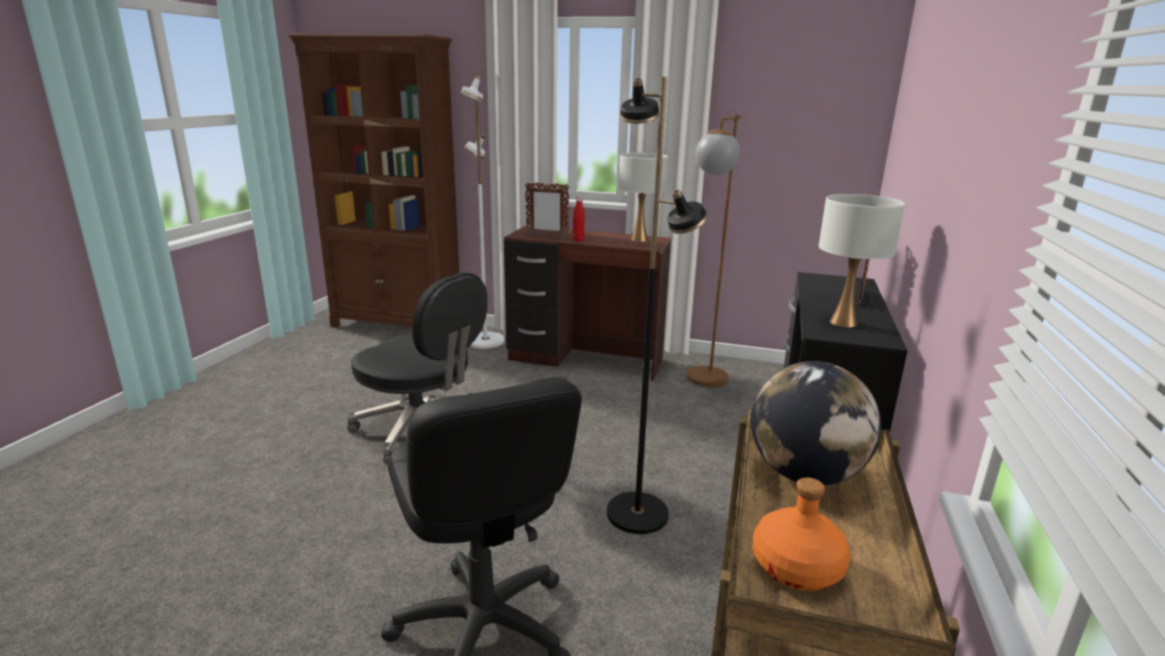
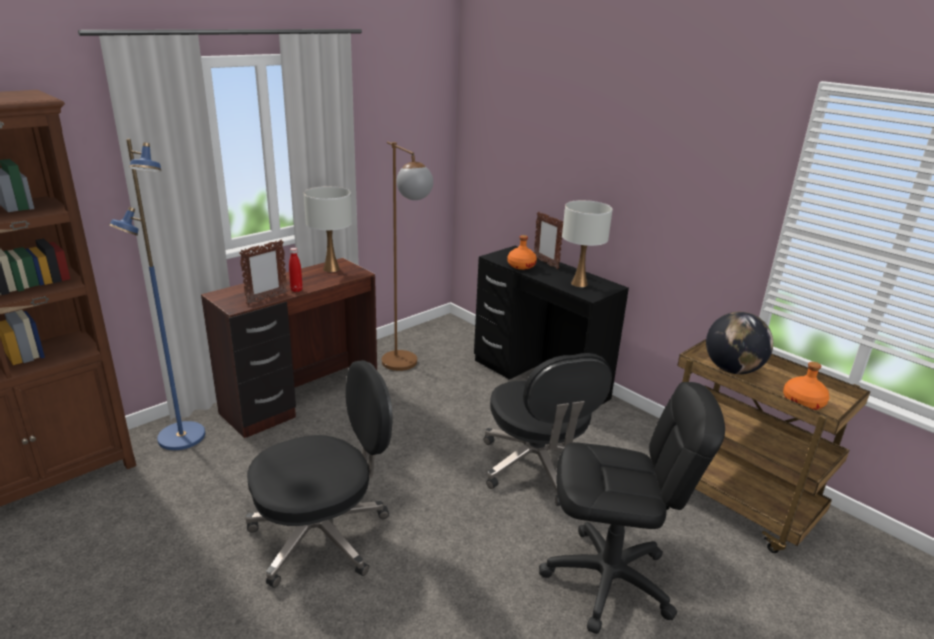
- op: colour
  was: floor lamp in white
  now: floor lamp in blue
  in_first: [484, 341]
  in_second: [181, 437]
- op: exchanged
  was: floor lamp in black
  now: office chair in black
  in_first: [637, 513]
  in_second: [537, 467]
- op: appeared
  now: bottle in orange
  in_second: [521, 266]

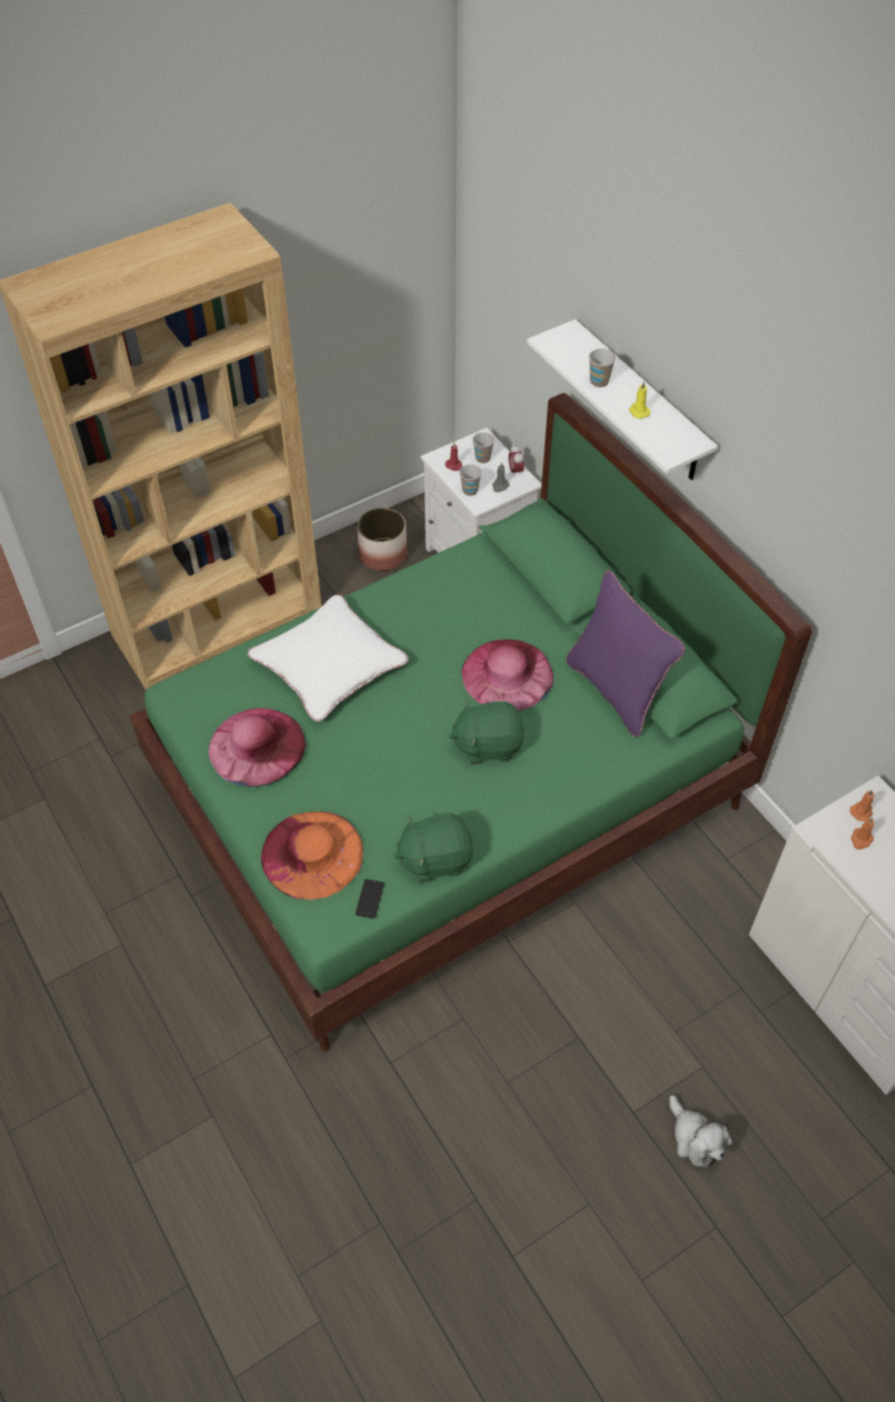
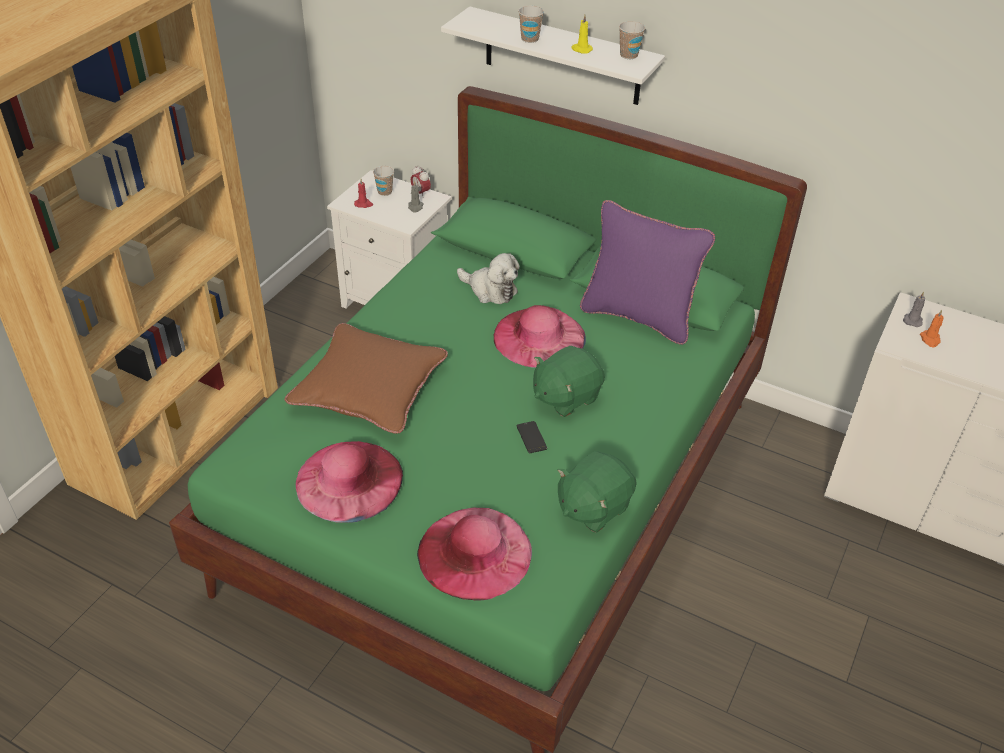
- op: colour
  was: pillow in white
  now: pillow in brown
  in_first: [329, 665]
  in_second: [369, 387]
- op: colour
  was: hat in orange
  now: hat in pink
  in_first: [312, 854]
  in_second: [475, 552]
- op: relocated
  was: phone
  in_first: [369, 899]
  in_second: [531, 437]
- op: missing
  was: planter
  in_first: [383, 554]
- op: relocated
  was: cup
  in_first: [470, 491]
  in_second: [629, 55]
- op: relocated
  was: plush toy
  in_first: [695, 1138]
  in_second: [490, 290]
- op: colour
  was: candle in orange
  now: candle in grey
  in_first: [861, 811]
  in_second: [912, 320]

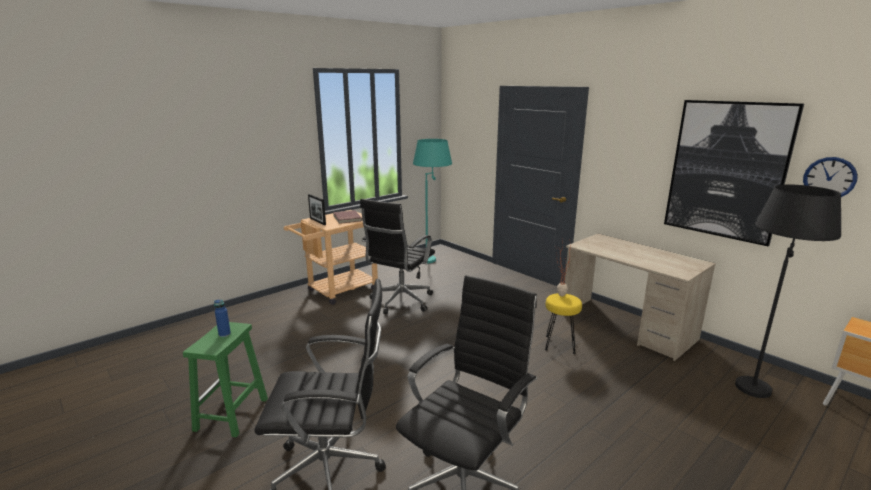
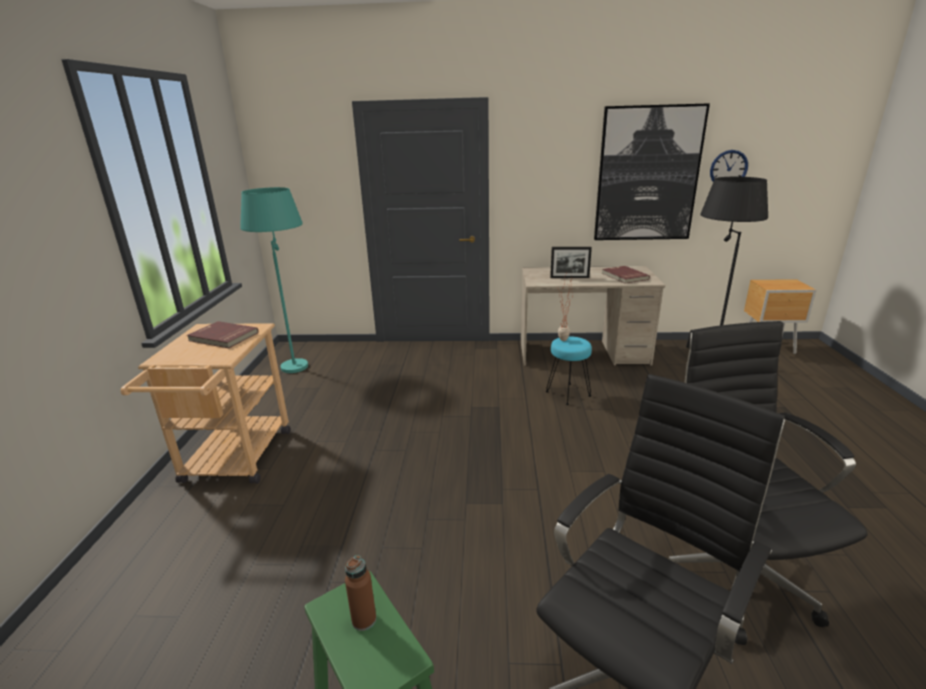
- op: colour
  was: bottle in blue
  now: bottle in brown
  in_first: [224, 334]
  in_second: [364, 620]
- op: relocated
  was: picture frame
  in_first: [317, 221]
  in_second: [569, 277]
- op: missing
  was: office chair in black
  in_first: [400, 302]
- op: colour
  was: stool in yellow
  now: stool in turquoise
  in_first: [559, 344]
  in_second: [567, 394]
- op: appeared
  now: book in red
  in_second: [624, 276]

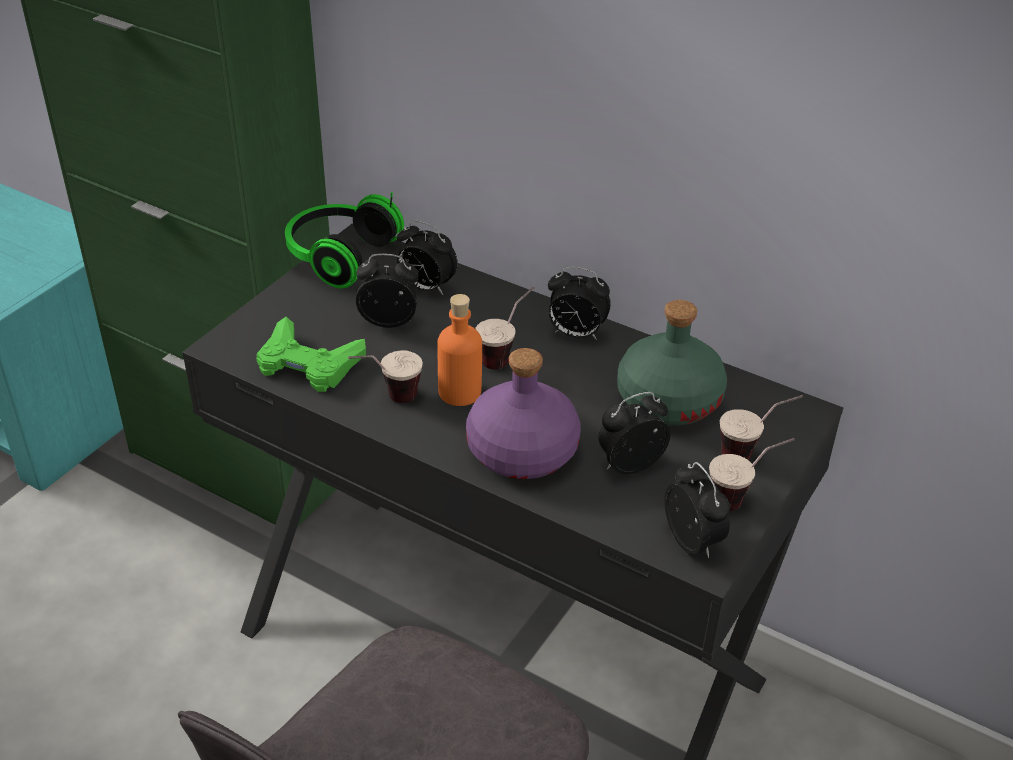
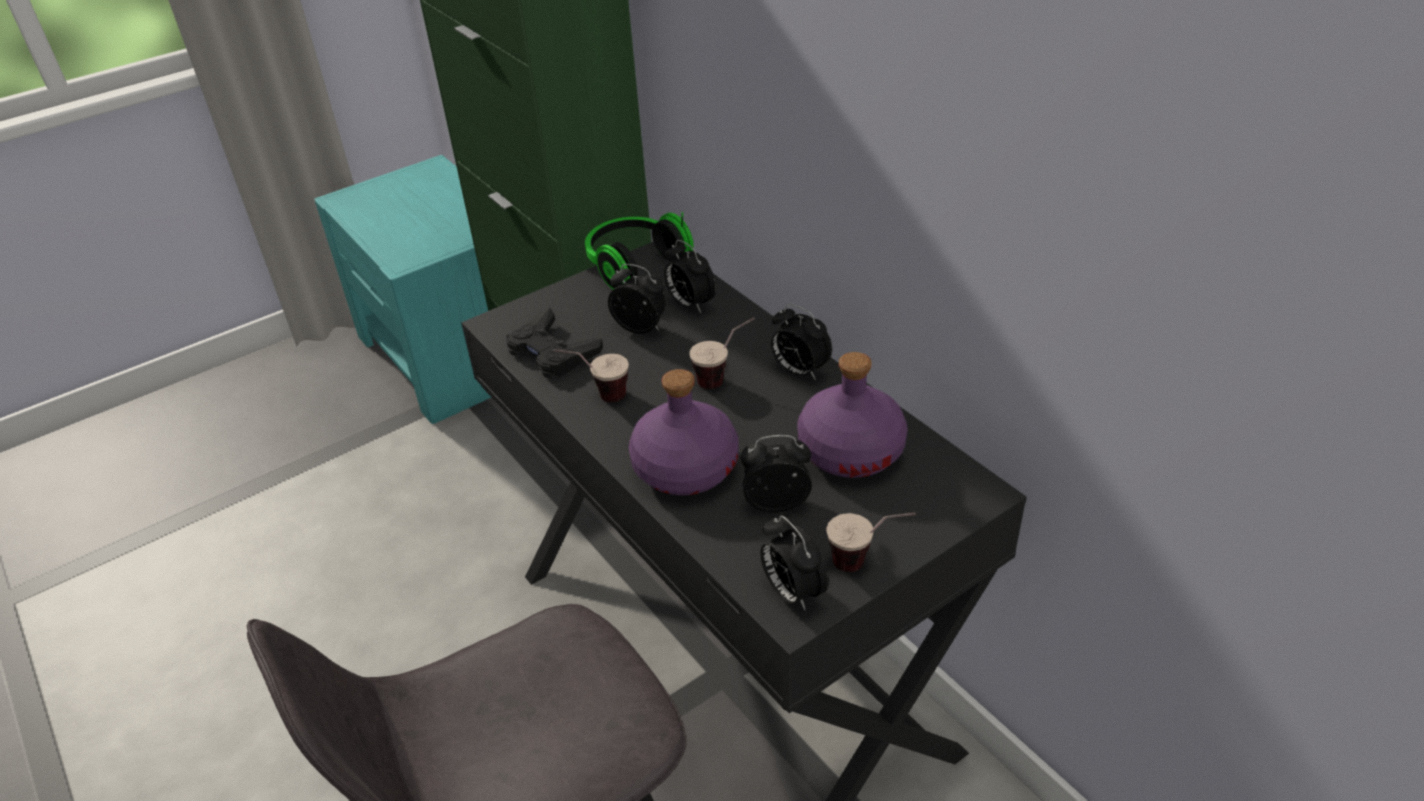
- op: colour
  was: game controller in green
  now: game controller in black
  in_first: [308, 364]
  in_second: [552, 352]
- op: missing
  was: bottle in orange
  in_first: [460, 392]
- op: colour
  was: bottle in green
  now: bottle in purple
  in_first: [668, 399]
  in_second: [850, 450]
- op: spun
  was: alarm clock
  in_first: [693, 542]
  in_second: [792, 592]
  clockwise: 150
- op: missing
  was: cup
  in_first: [753, 453]

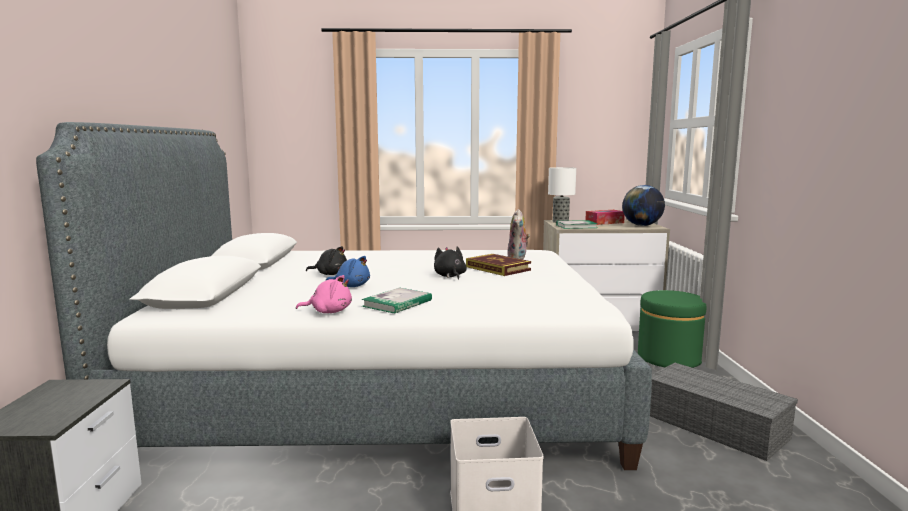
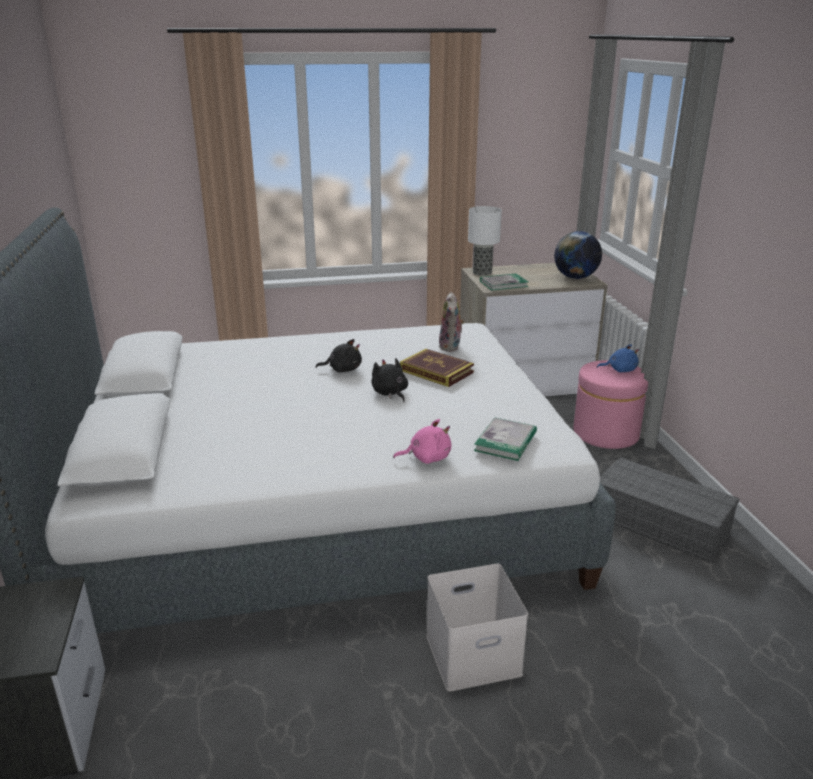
- op: relocated
  was: plush toy in pink
  in_first: [329, 312]
  in_second: [427, 458]
- op: relocated
  was: plush toy in black
  in_first: [330, 274]
  in_second: [342, 369]
- op: relocated
  was: plush toy in blue
  in_first: [351, 286]
  in_second: [620, 370]
- op: relocated
  was: book
  in_first: [397, 303]
  in_second: [505, 441]
- op: missing
  was: tissue box
  in_first: [604, 222]
- op: colour
  was: ottoman in green
  now: ottoman in pink
  in_first: [669, 358]
  in_second: [606, 433]

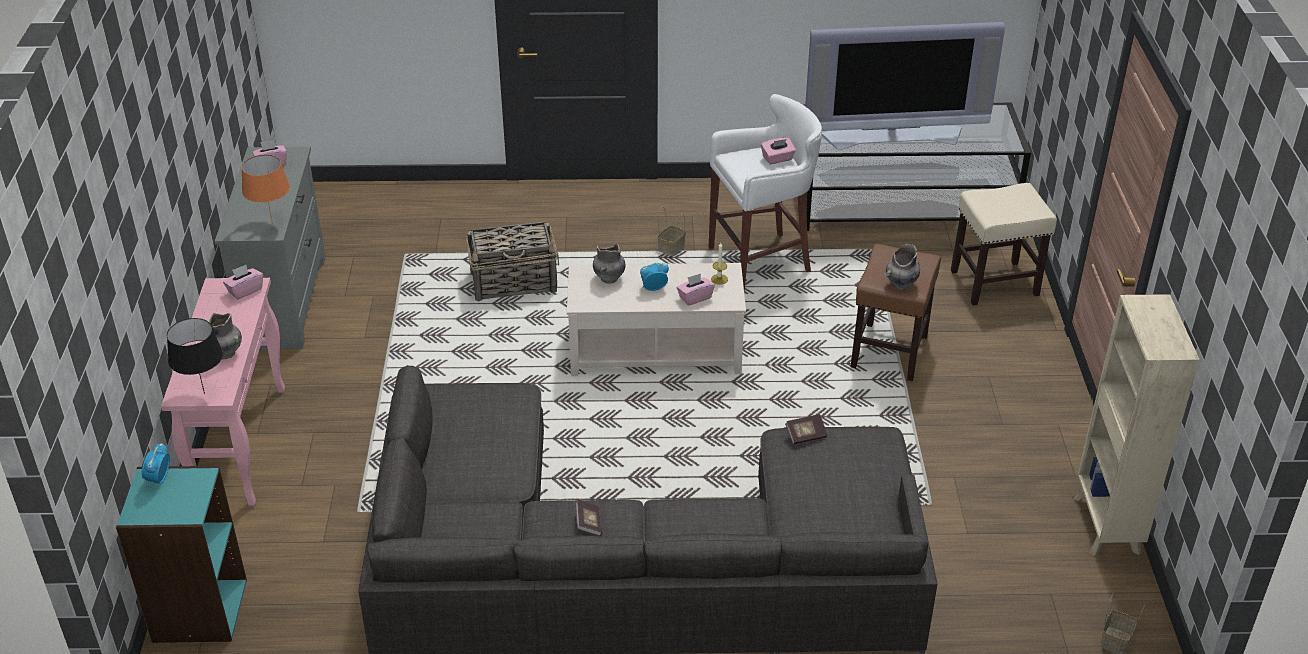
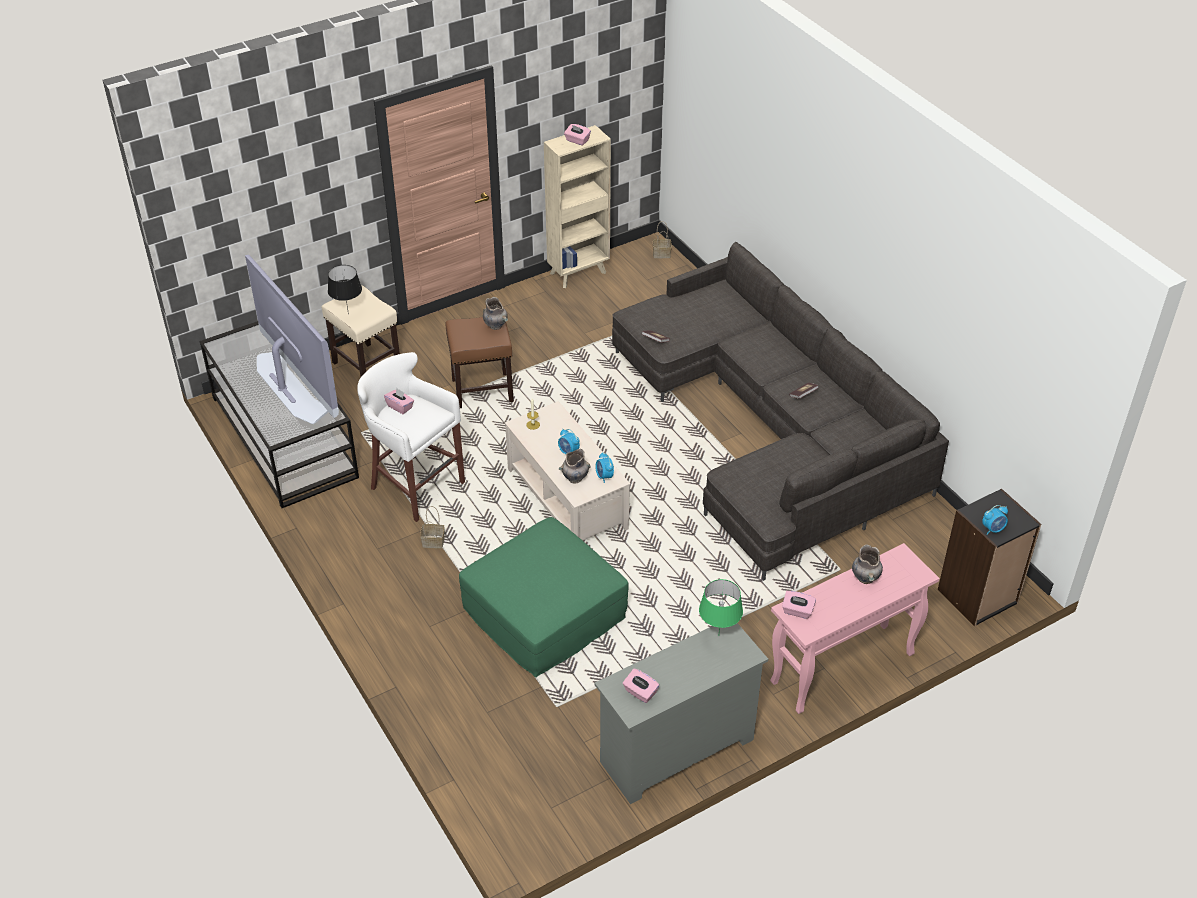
- op: colour
  was: bookcase in turquoise
  now: bookcase in black
  in_first: [199, 610]
  in_second: [978, 597]
- op: relocated
  was: table lamp in black
  in_first: [205, 393]
  in_second: [348, 314]
- op: colour
  was: table lamp in orange
  now: table lamp in green
  in_first: [272, 223]
  in_second: [718, 636]
- op: exchanged
  was: basket
  now: ottoman in green
  in_first: [515, 283]
  in_second: [544, 614]
- op: relocated
  was: tissue box in pink
  in_first: [695, 297]
  in_second: [577, 141]
- op: appeared
  now: alarm clock
  in_second: [604, 476]

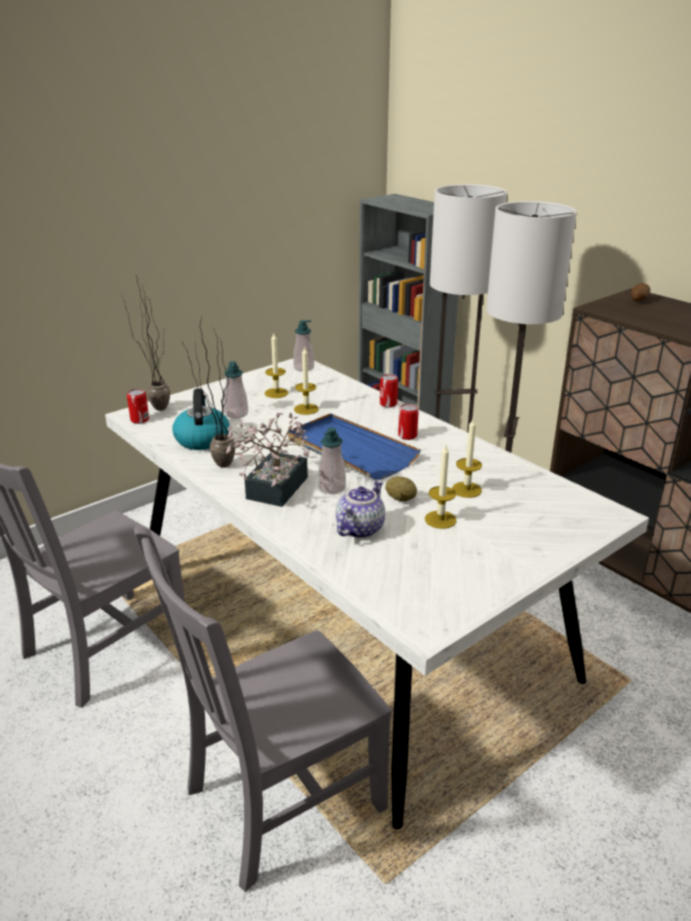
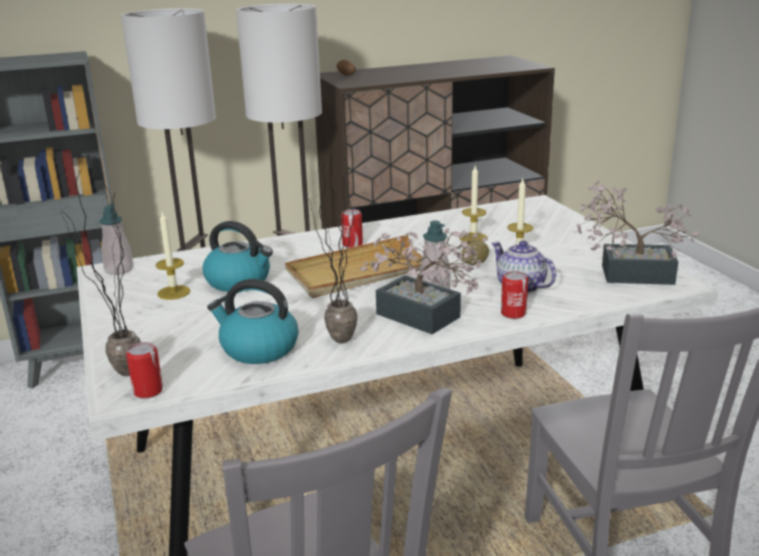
- op: missing
  was: soap dispenser
  in_first: [236, 414]
- op: colour
  was: tray in blue
  now: tray in beige
  in_first: [350, 450]
  in_second: [362, 272]
- op: exchanged
  was: candle
  now: kettle
  in_first: [306, 409]
  in_second: [239, 281]
- op: relocated
  was: can
  in_first: [388, 404]
  in_second: [513, 313]
- op: appeared
  now: potted plant
  in_second: [627, 274]

